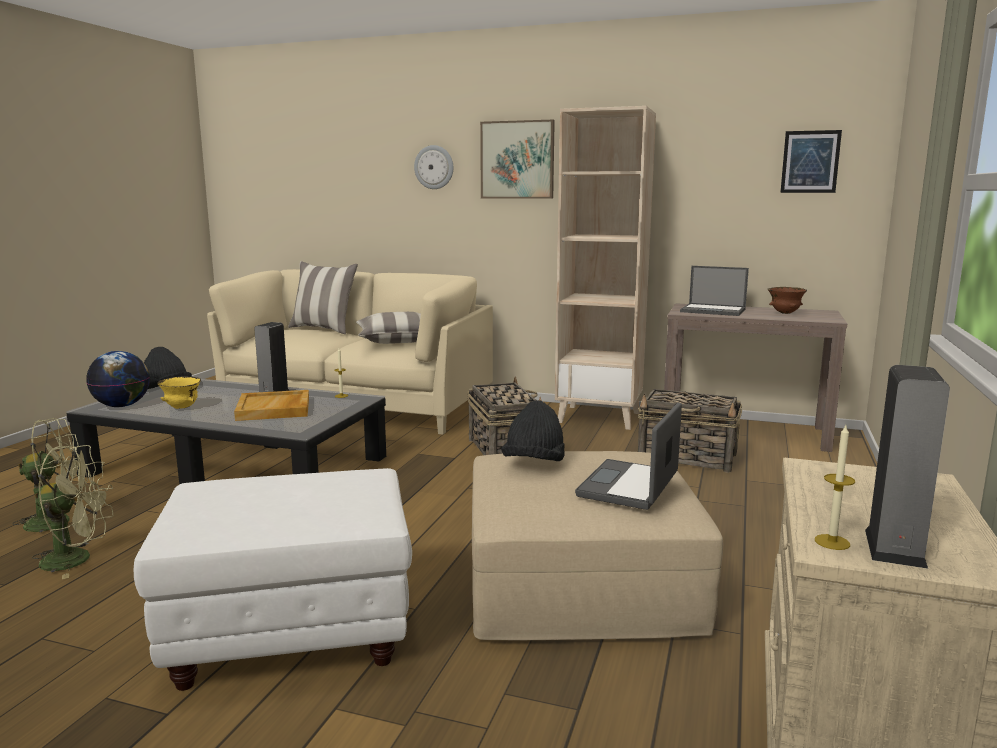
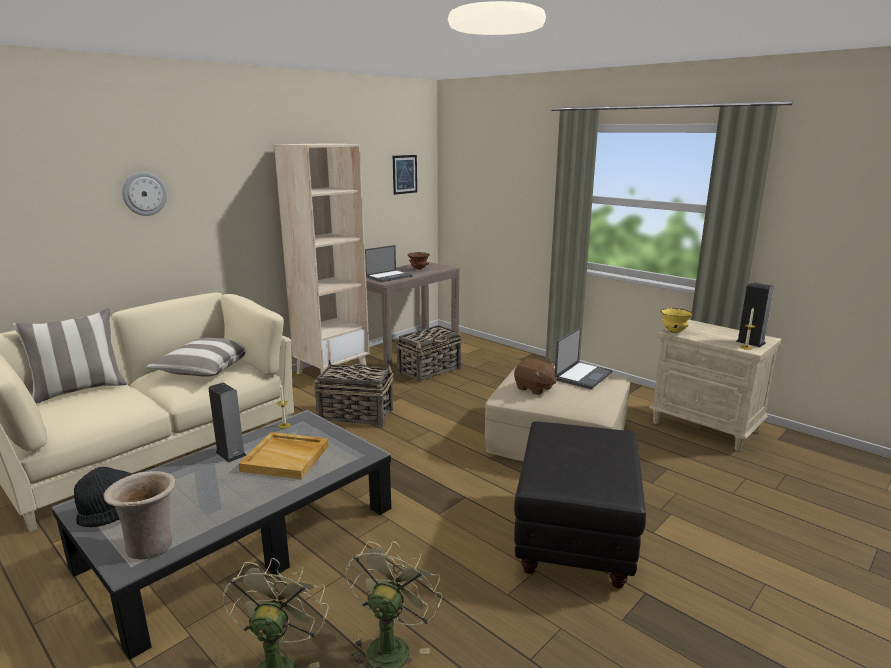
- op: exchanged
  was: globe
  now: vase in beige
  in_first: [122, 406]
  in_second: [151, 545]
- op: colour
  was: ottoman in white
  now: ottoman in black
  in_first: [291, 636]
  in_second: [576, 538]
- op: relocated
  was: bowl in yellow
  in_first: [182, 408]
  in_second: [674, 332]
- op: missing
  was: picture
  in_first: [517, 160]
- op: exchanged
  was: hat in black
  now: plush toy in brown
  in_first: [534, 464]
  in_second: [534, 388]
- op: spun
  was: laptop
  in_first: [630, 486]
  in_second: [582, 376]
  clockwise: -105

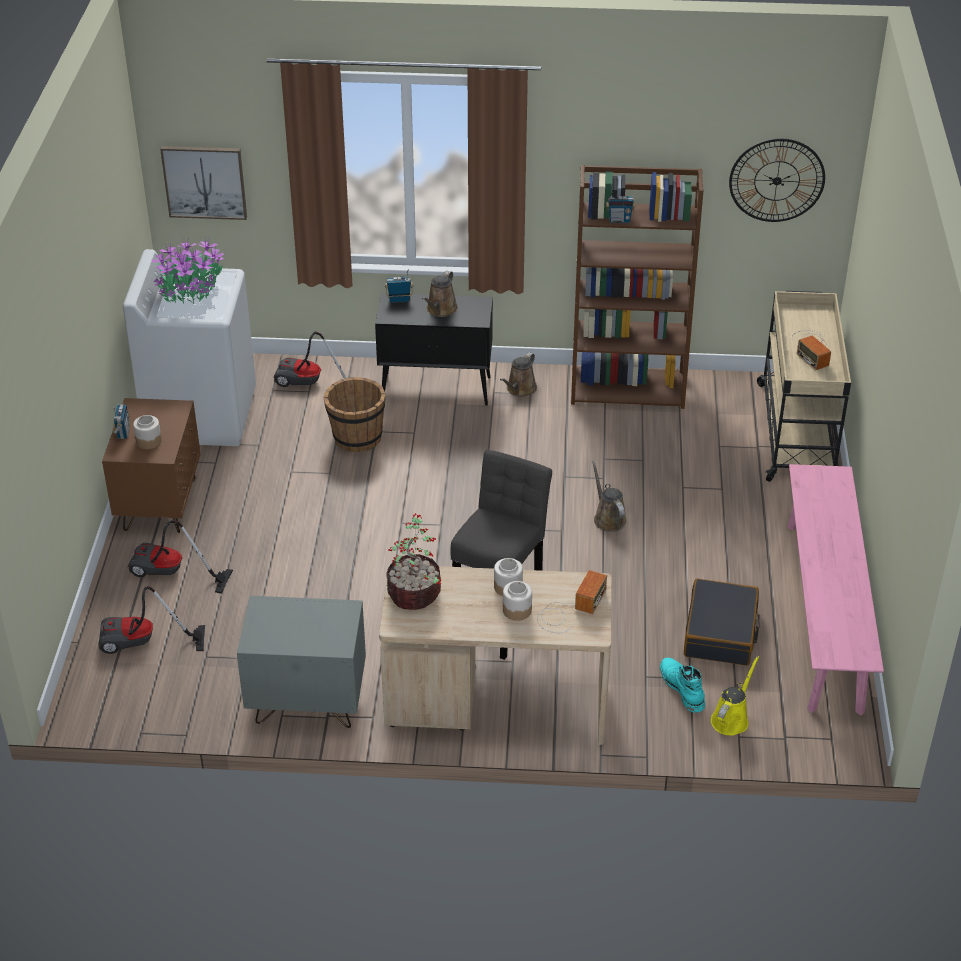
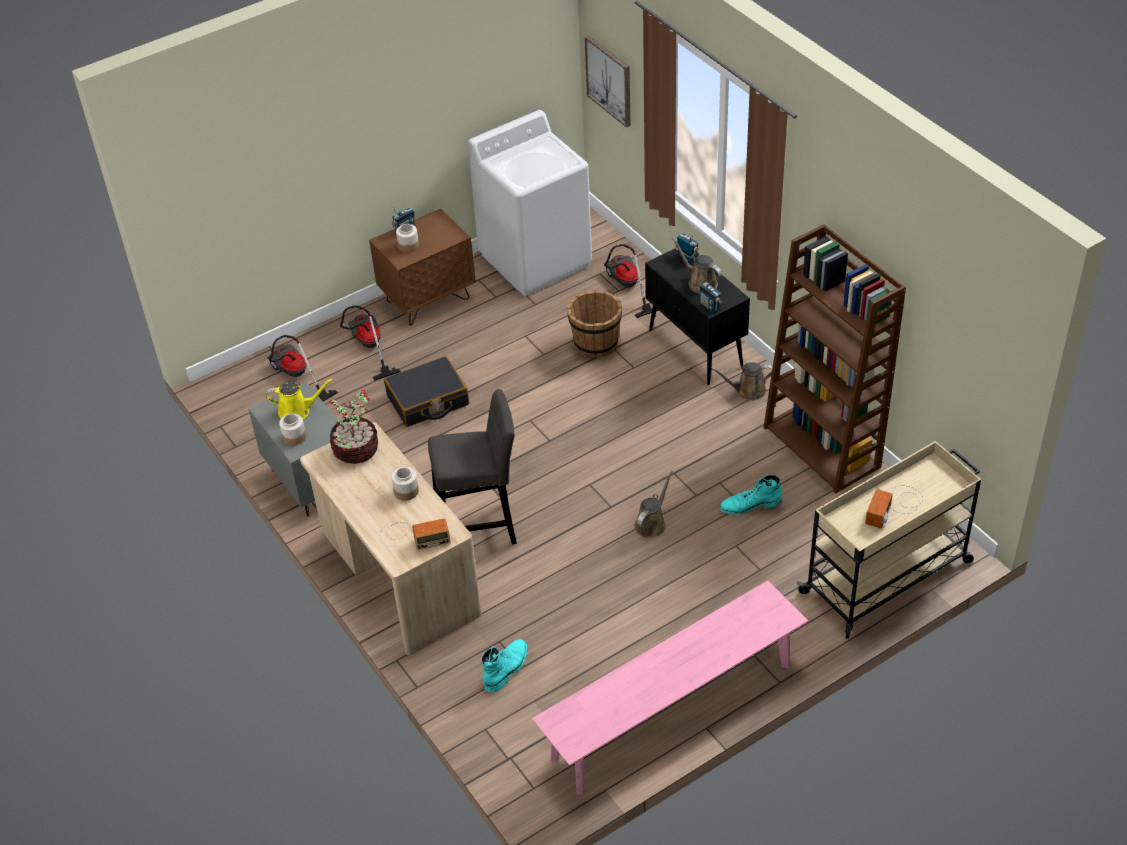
- op: missing
  was: potted plant
  in_first: [190, 290]
- op: spun
  was: watering can in brown
  in_first: [440, 310]
  in_second: [700, 283]
  clockwise: 60
- op: relocated
  was: jar
  in_first: [517, 610]
  in_second: [294, 437]
- op: relocated
  was: radio
  in_first: [619, 220]
  in_second: [710, 306]
- op: relocated
  was: suitcase in black
  in_first: [721, 633]
  in_second: [427, 401]
- op: relocated
  was: watering can in yellow
  in_first: [731, 718]
  in_second: [297, 411]
- op: missing
  was: wall clock
  in_first: [777, 180]
- op: appeared
  now: boot in turquoise
  in_second: [750, 505]

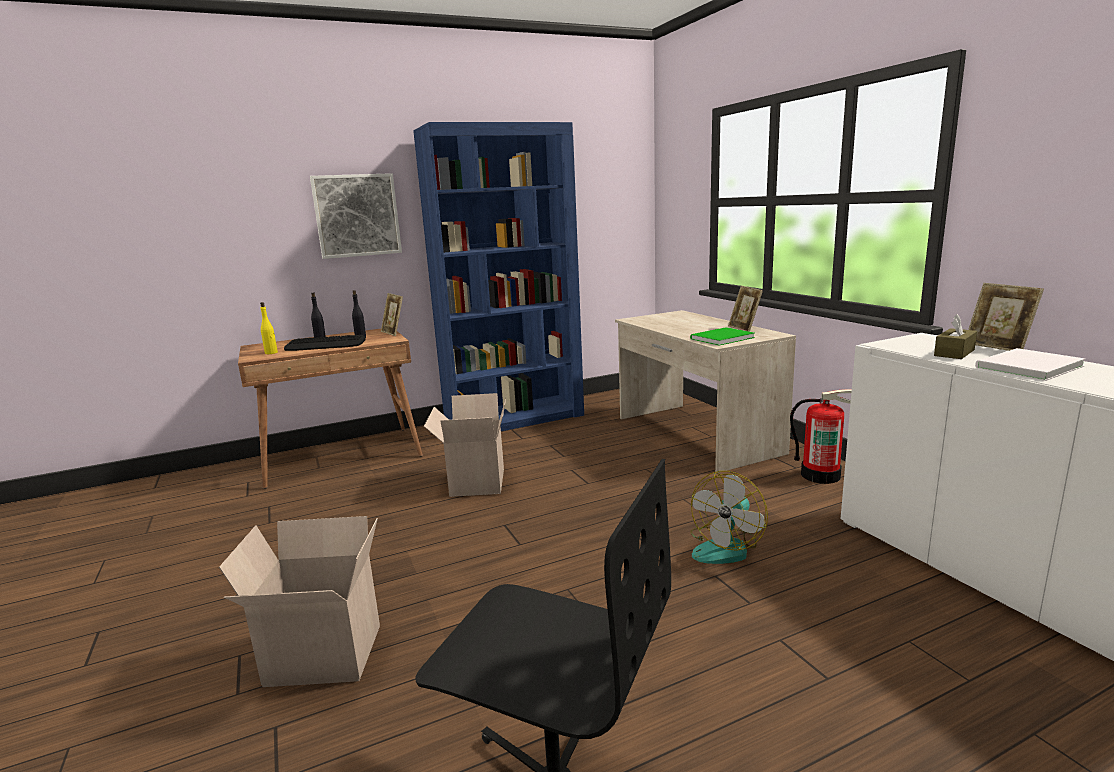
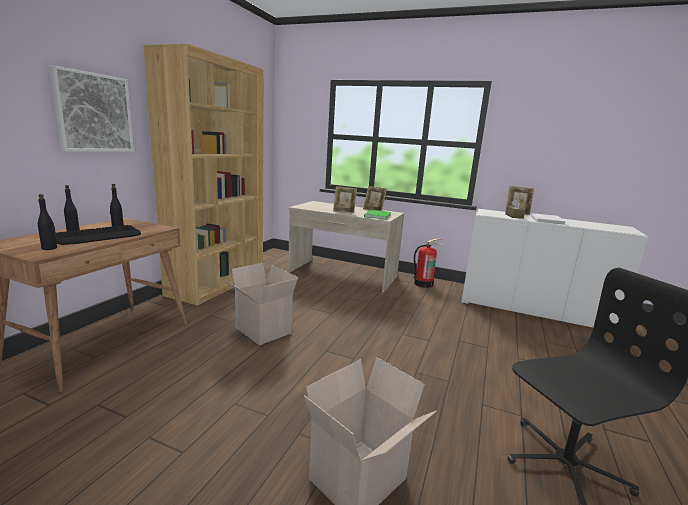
- op: colour
  was: bottle in yellow
  now: bottle in black
  in_first: [271, 353]
  in_second: [49, 248]
- op: relocated
  was: picture frame
  in_first: [393, 333]
  in_second: [344, 211]
- op: colour
  was: bookcase in blue
  now: bookcase in brown
  in_first: [515, 419]
  in_second: [217, 283]
- op: missing
  was: fan
  in_first: [725, 547]

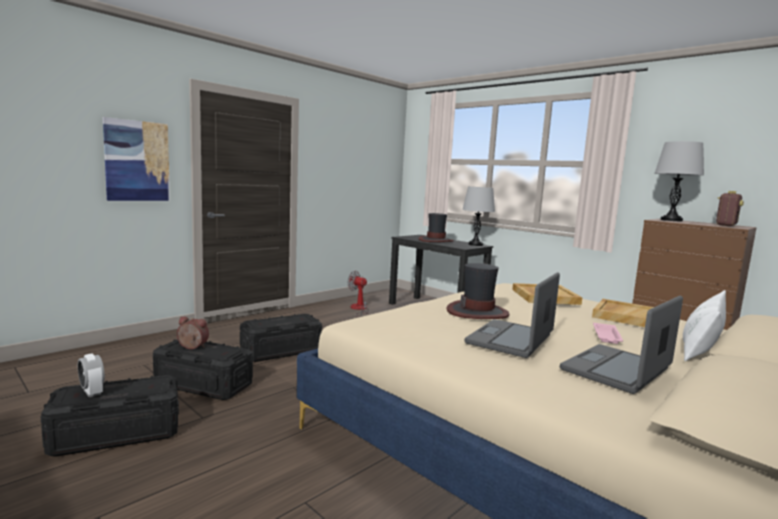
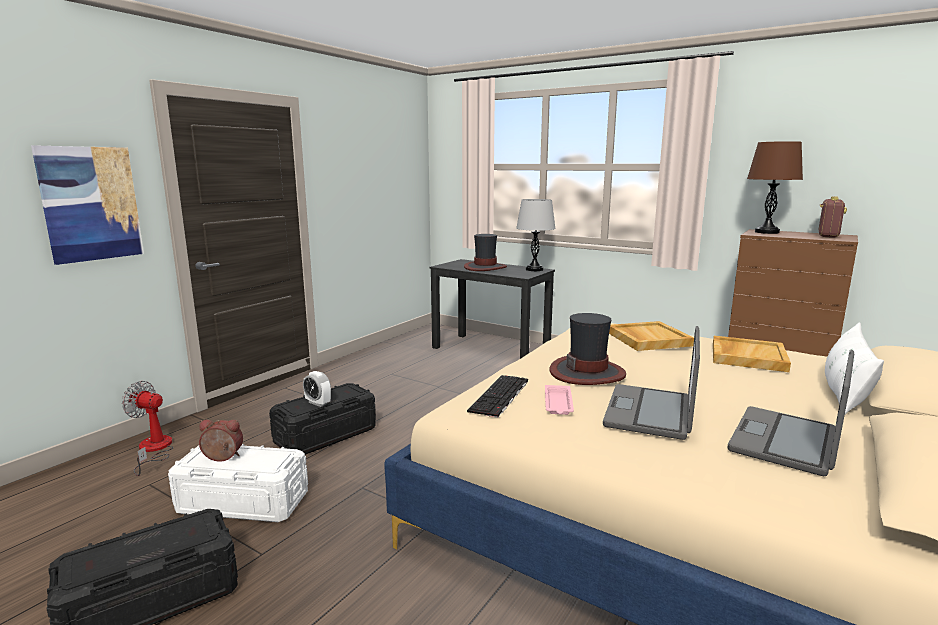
- op: relocated
  was: alarm clock
  in_first: [92, 392]
  in_second: [318, 403]
- op: colour
  was: storage box in black
  now: storage box in white
  in_first: [203, 384]
  in_second: [243, 502]
- op: relocated
  was: fan
  in_first: [359, 309]
  in_second: [153, 450]
- op: relocated
  was: tray in pink
  in_first: [606, 336]
  in_second: [558, 404]
- op: colour
  was: table lamp in grey
  now: table lamp in brown
  in_first: [671, 220]
  in_second: [767, 232]
- op: appeared
  now: keyboard
  in_second: [500, 396]

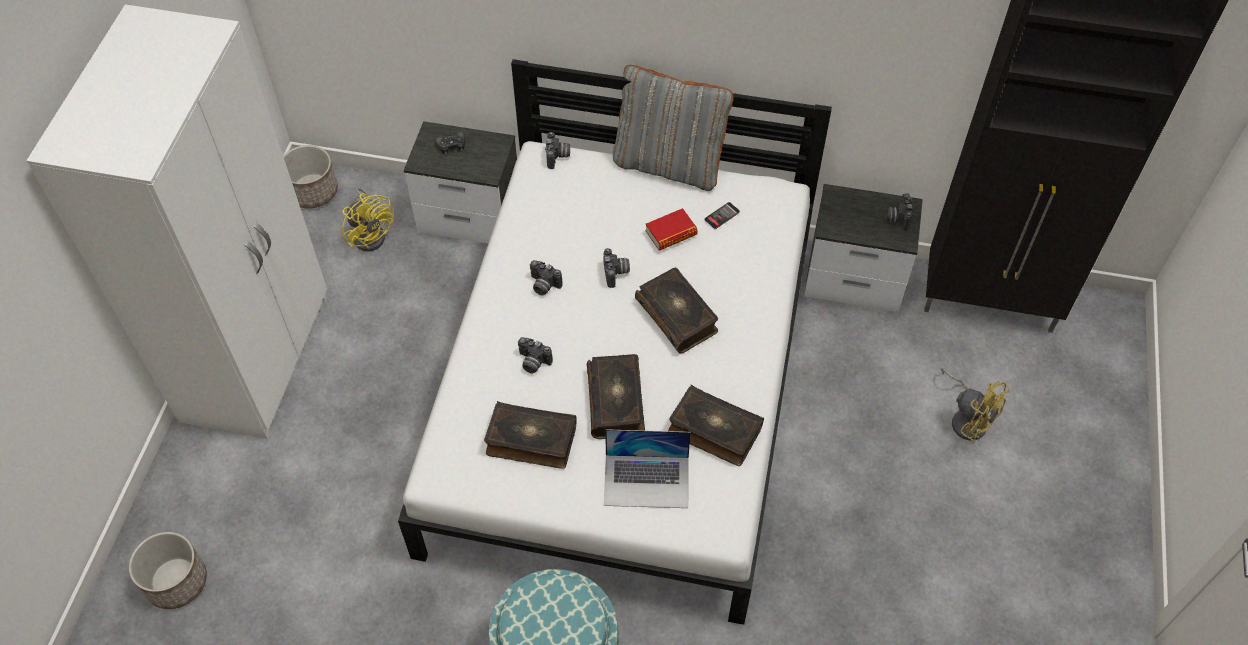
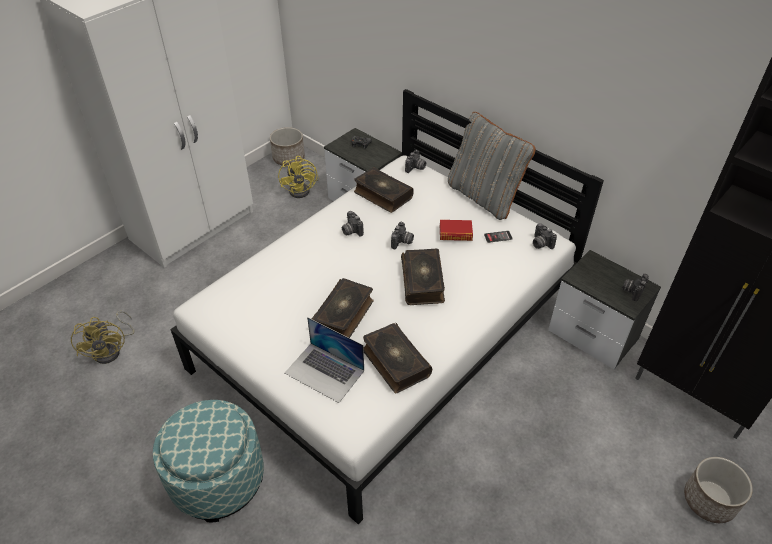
- op: relocated
  was: planter
  in_first: [176, 582]
  in_second: [709, 501]
- op: relocated
  was: book
  in_first: [531, 441]
  in_second: [382, 195]
- op: relocated
  was: photo camera
  in_first: [532, 363]
  in_second: [540, 244]
- op: relocated
  was: fan in yellow
  in_first: [967, 418]
  in_second: [112, 349]

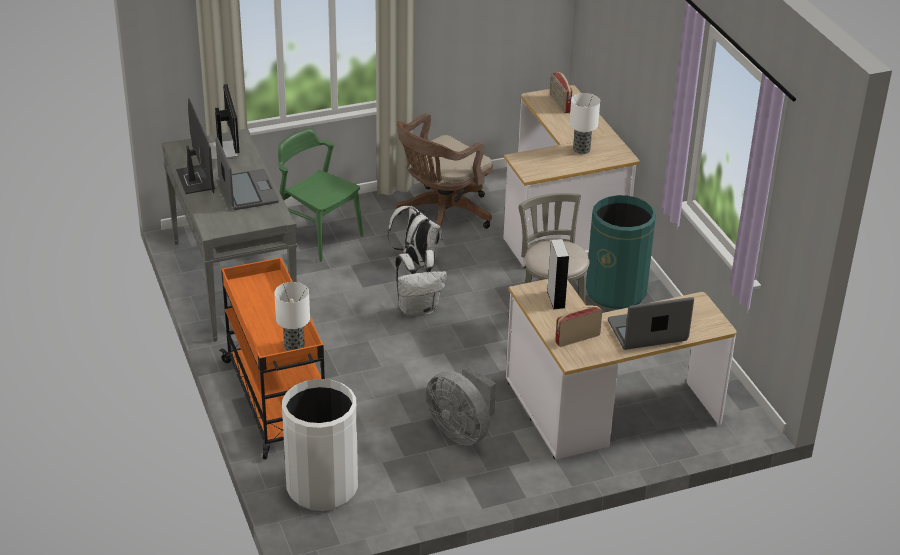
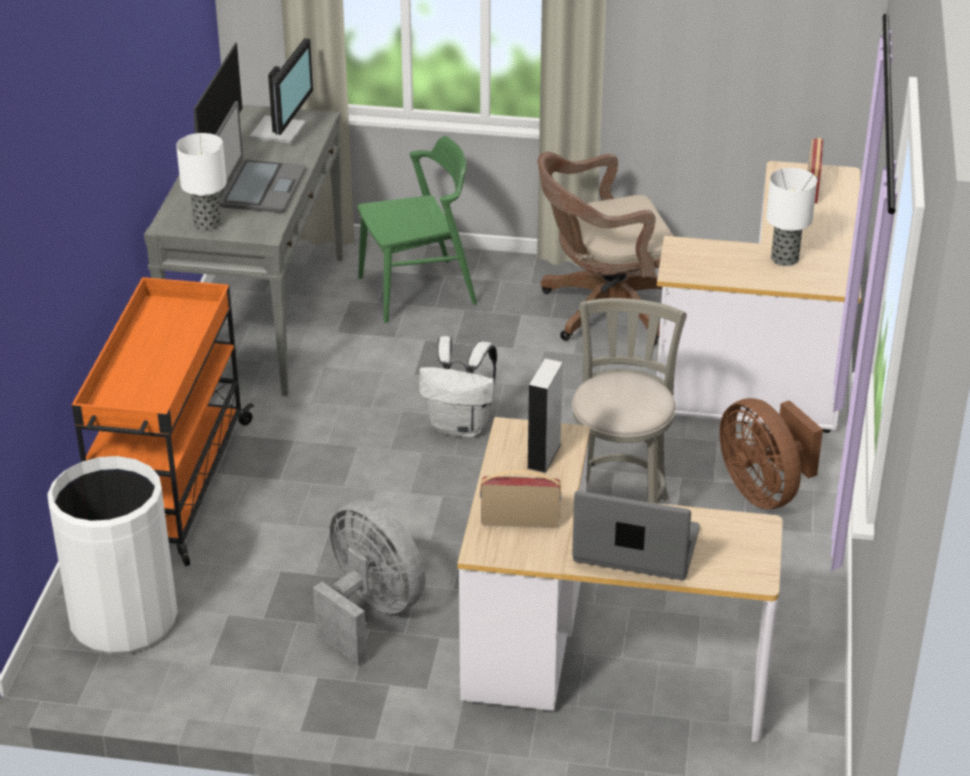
- op: relocated
  was: table lamp
  in_first: [294, 346]
  in_second: [207, 224]
- op: spun
  was: chair in green
  in_first: [318, 236]
  in_second: [418, 291]
  clockwise: 90
- op: missing
  was: backpack in white
  in_first: [416, 260]
- op: spun
  was: fan in grey
  in_first: [461, 431]
  in_second: [370, 612]
  clockwise: 150
- op: exchanged
  was: trash can in green
  now: fan in brown
  in_first: [616, 291]
  in_second: [764, 491]

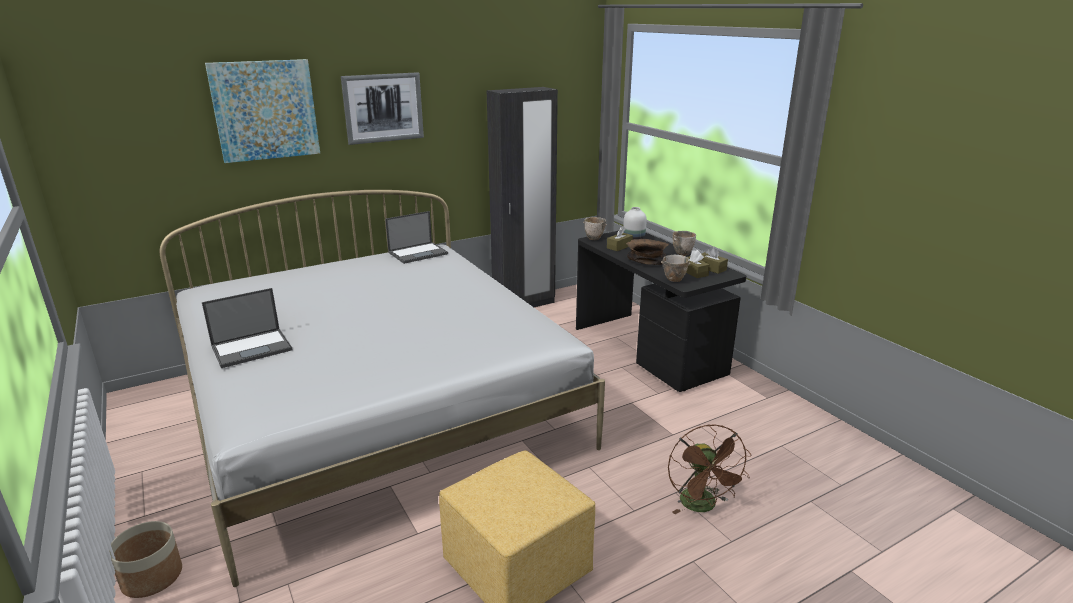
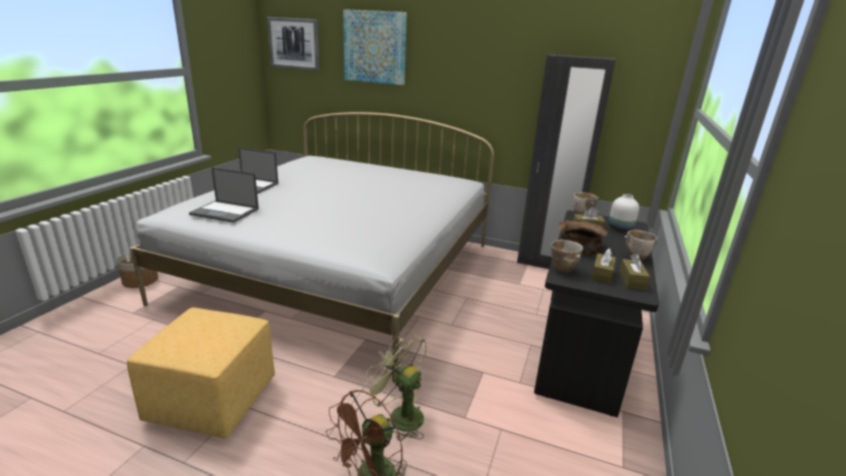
- op: relocated
  was: picture
  in_first: [383, 108]
  in_second: [294, 43]
- op: relocated
  was: laptop
  in_first: [418, 253]
  in_second: [225, 212]
- op: appeared
  now: fan in green
  in_second: [399, 415]

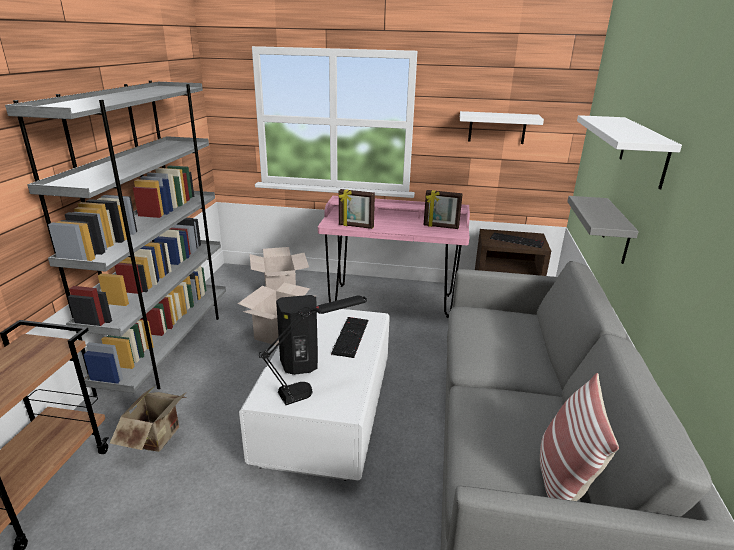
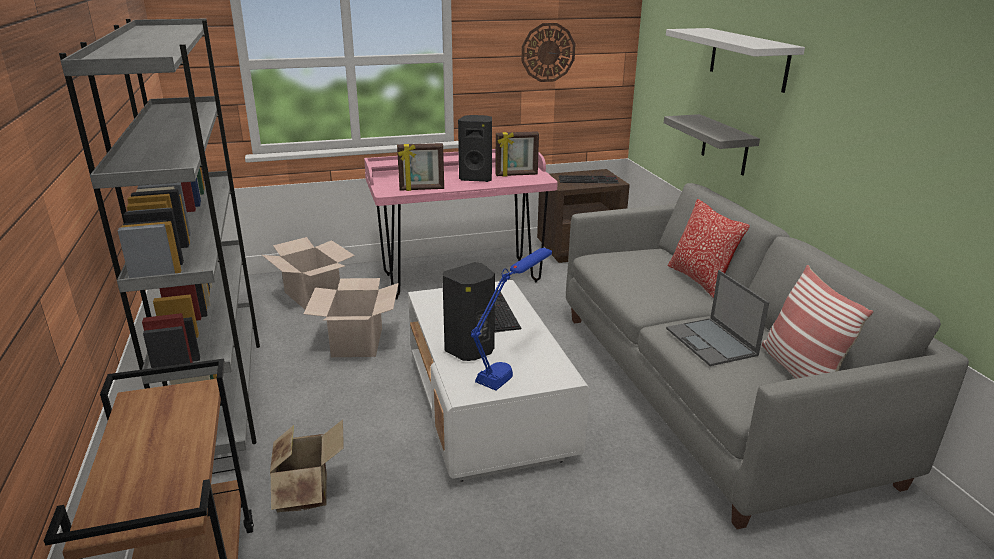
- op: colour
  was: table lamp in black
  now: table lamp in blue
  in_first: [316, 387]
  in_second: [510, 366]
- op: exchanged
  was: shelf in white
  now: wall clock
  in_first: [497, 127]
  in_second: [548, 52]
- op: appeared
  now: speaker in black
  in_second: [477, 178]
- op: appeared
  now: laptop
  in_second: [712, 342]
- op: appeared
  now: pillow
  in_second: [700, 280]

